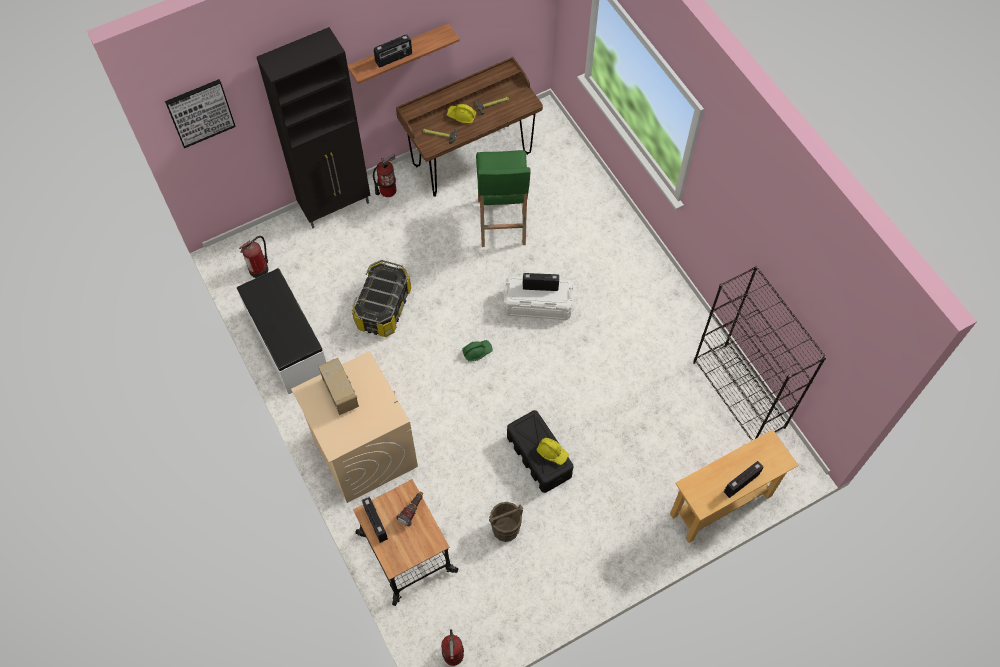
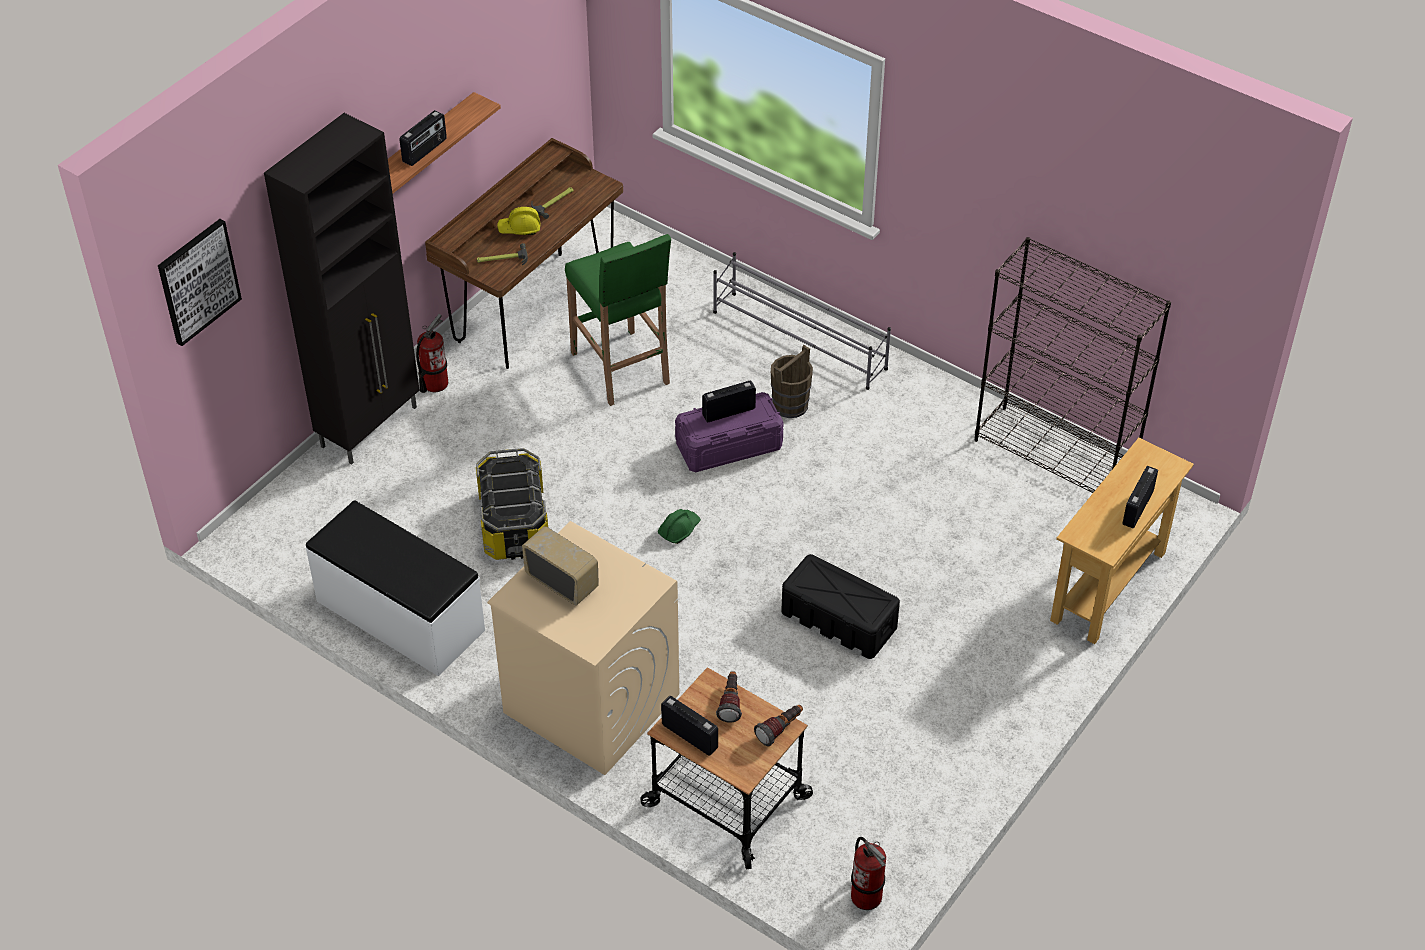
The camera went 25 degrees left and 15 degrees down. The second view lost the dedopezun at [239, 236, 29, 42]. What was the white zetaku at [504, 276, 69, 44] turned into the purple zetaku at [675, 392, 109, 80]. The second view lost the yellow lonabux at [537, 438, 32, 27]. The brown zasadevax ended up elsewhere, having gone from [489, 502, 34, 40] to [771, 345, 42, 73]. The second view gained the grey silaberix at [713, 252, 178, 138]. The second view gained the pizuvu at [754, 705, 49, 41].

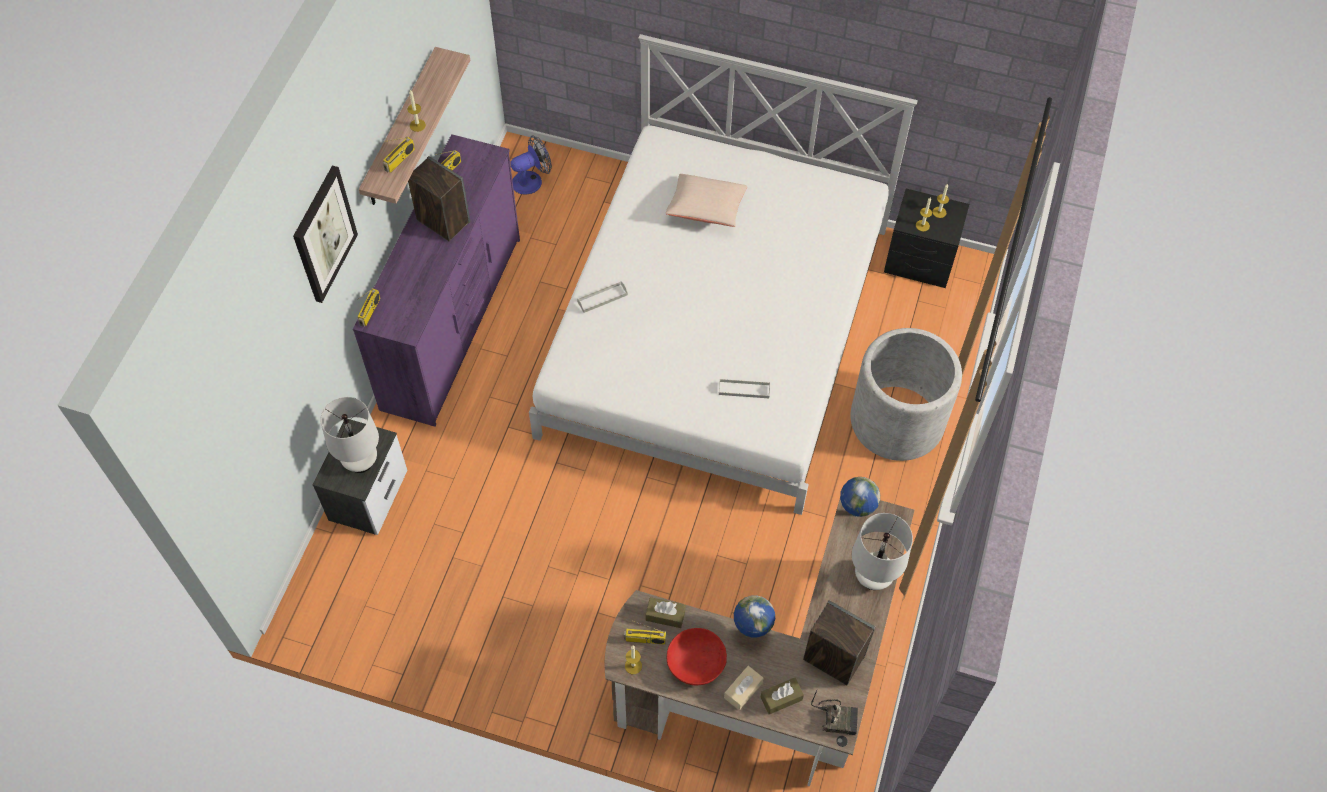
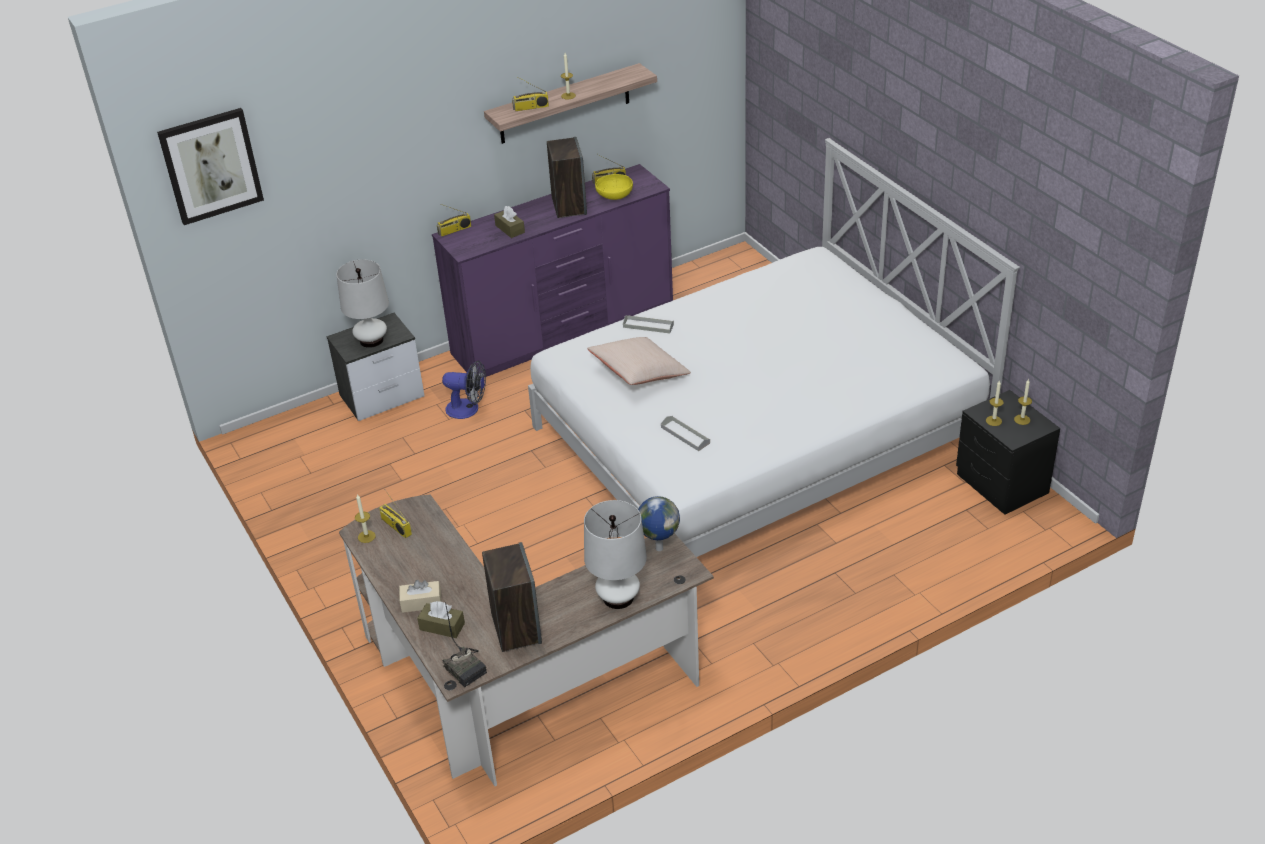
The camera went 45 degrees right and 20 degrees down. The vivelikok ended up elsewhere, having gone from [510, 135, 42, 60] to [442, 360, 44, 59]. The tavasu ended up elsewhere, having gone from [293, 165, 65, 138] to [157, 108, 107, 117]. The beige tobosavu ended up elsewhere, having gone from [666, 174, 82, 53] to [587, 337, 104, 48]. The second view lost the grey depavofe at [851, 328, 111, 133]. The second view lost the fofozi at [734, 595, 41, 42]. The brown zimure ended up elsewhere, having gone from [646, 597, 40, 31] to [494, 206, 31, 32]. The second view lost the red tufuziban at [667, 628, 60, 57]. The second view gained the yellow tufuziban at [595, 174, 38, 26].

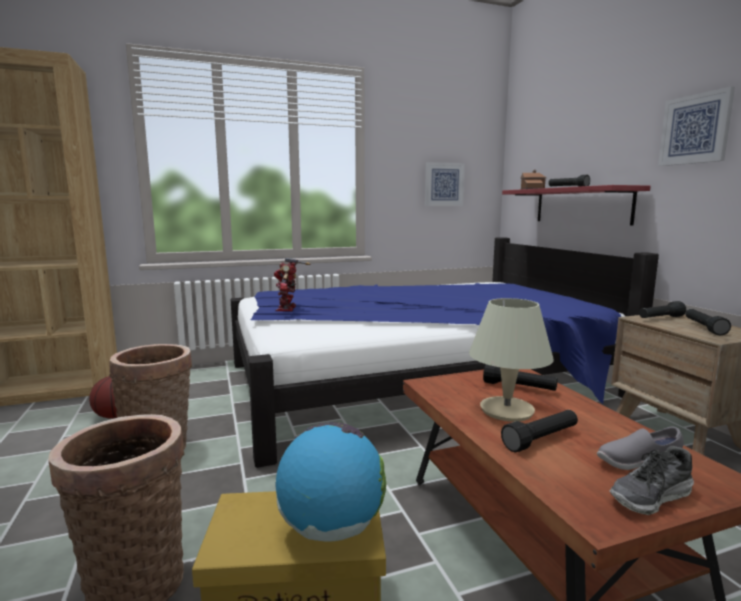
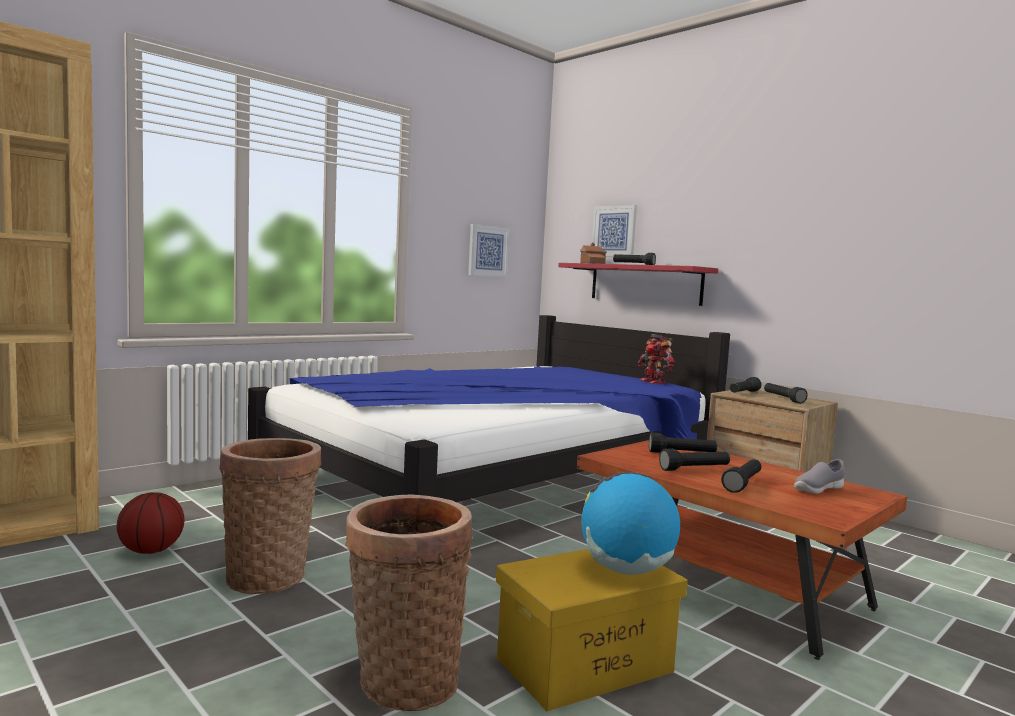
The camera went 25 degrees left and 5 degrees down. The tavasu ended up elsewhere, having gone from [658, 86, 77, 80] to [592, 205, 45, 52]. The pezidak ended up elsewhere, having gone from [274, 258, 36, 53] to [638, 334, 37, 50]. Where the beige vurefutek stood at [469, 298, 85, 124], the black pizuvu came to stand at [659, 449, 71, 22]. The second view lost the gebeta at [610, 446, 84, 69].

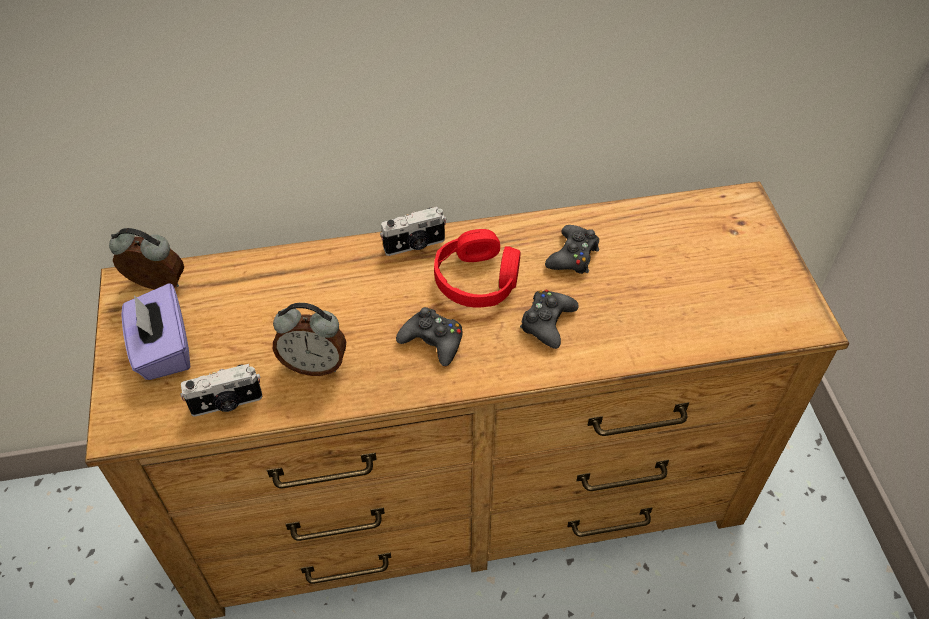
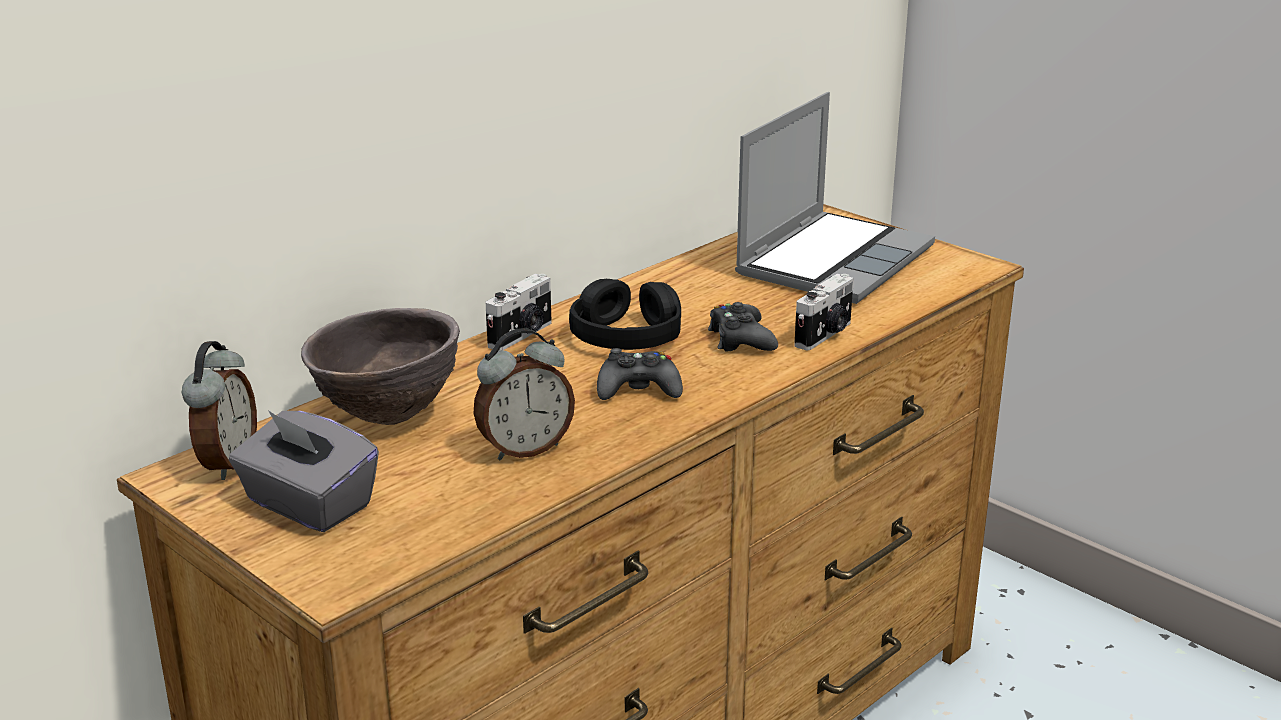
The camera went 35 degrees left and 25 degrees down. The second view lost the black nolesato at [545, 225, 54, 49]. The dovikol at [109, 228, 75, 62] ended up facing another way, 120 degrees clockwise from before. What was the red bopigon at [434, 229, 87, 79] turned into the black bopigon at [569, 279, 112, 71]. What was the purple zimure at [121, 283, 69, 97] turned into the grey zimure at [229, 410, 150, 122]. The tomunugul ended up elsewhere, having gone from [180, 364, 82, 53] to [794, 273, 60, 77]. The second view gained the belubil at [735, 92, 200, 212]. The second view gained the brown tufuziban at [301, 308, 159, 117].

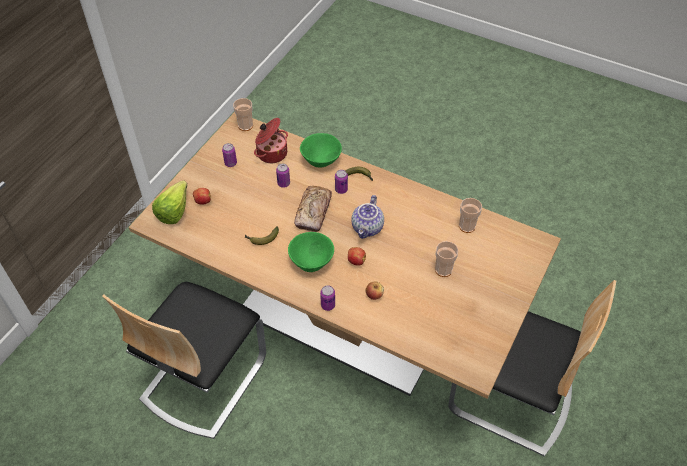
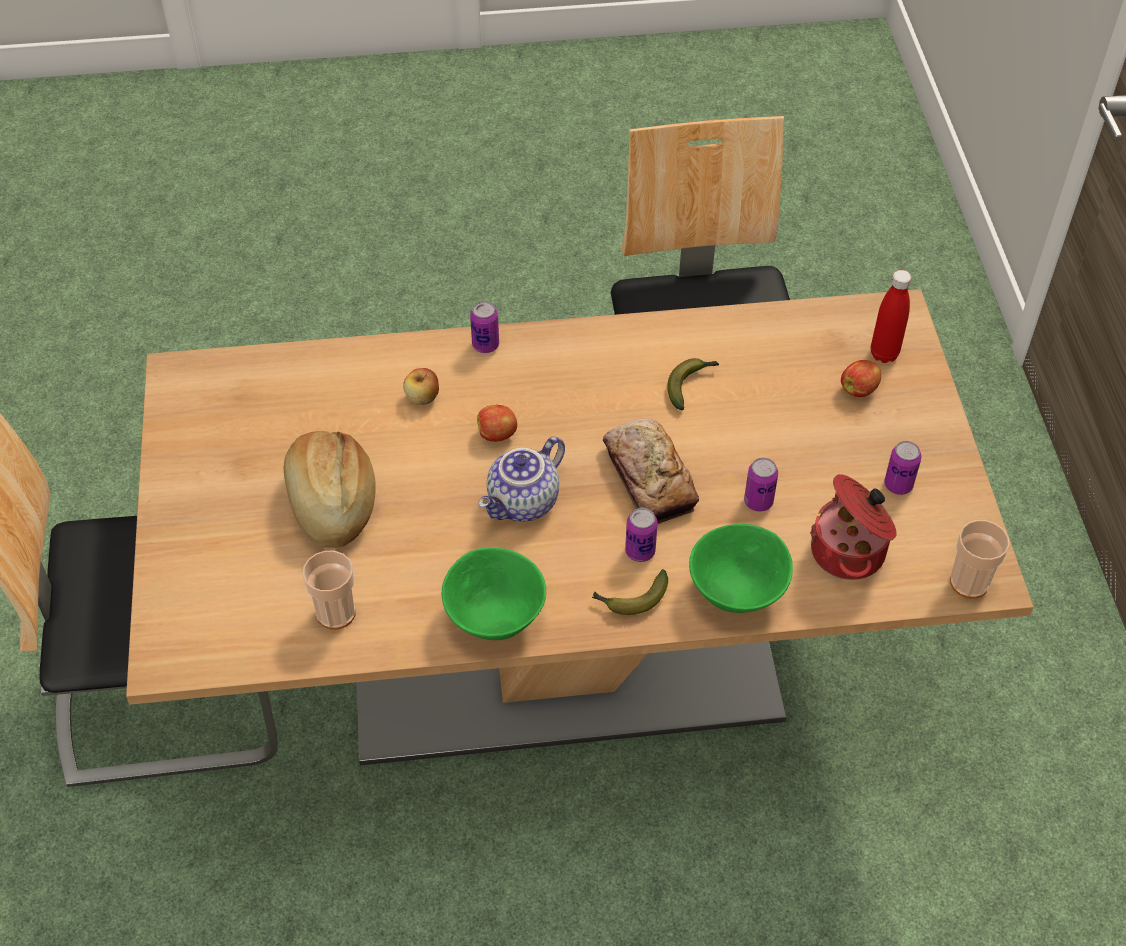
The camera went 145 degrees right and 0 degrees up. Where the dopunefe stood at [152, 180, 35, 44], the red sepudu came to stand at [871, 270, 40, 93]. The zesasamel at [351, 195, 33, 44] ended up facing another way, 120 degrees counterclockwise from before. The green tufuziban ended up elsewhere, having gone from [288, 232, 46, 40] to [442, 548, 104, 92]. Where the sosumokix stood at [435, 241, 24, 36], the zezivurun came to stand at [284, 431, 92, 117].

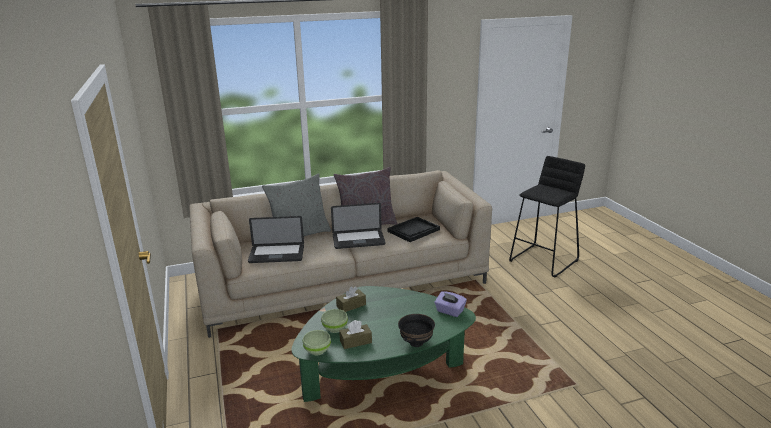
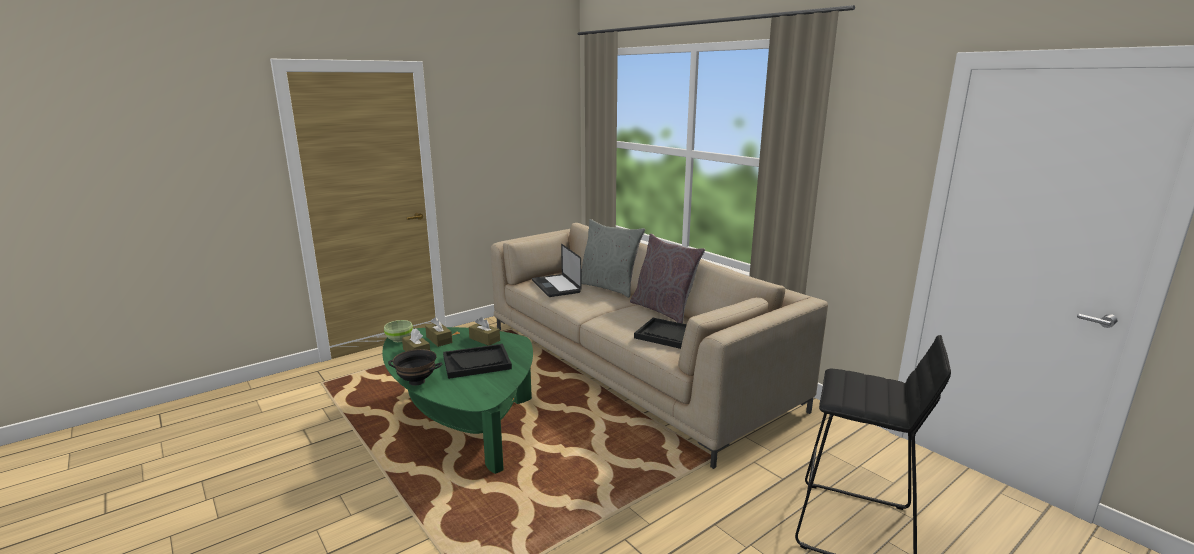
The camera went 70 degrees right and 5 degrees down. The second view lost the belubil at [331, 203, 55, 46]. The second view lost the purple zimure at [434, 291, 33, 26]. Where the green tufuziban stood at [321, 309, 27, 24], the brown zimure came to stand at [425, 317, 27, 30]. The second view gained the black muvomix at [443, 344, 69, 35].

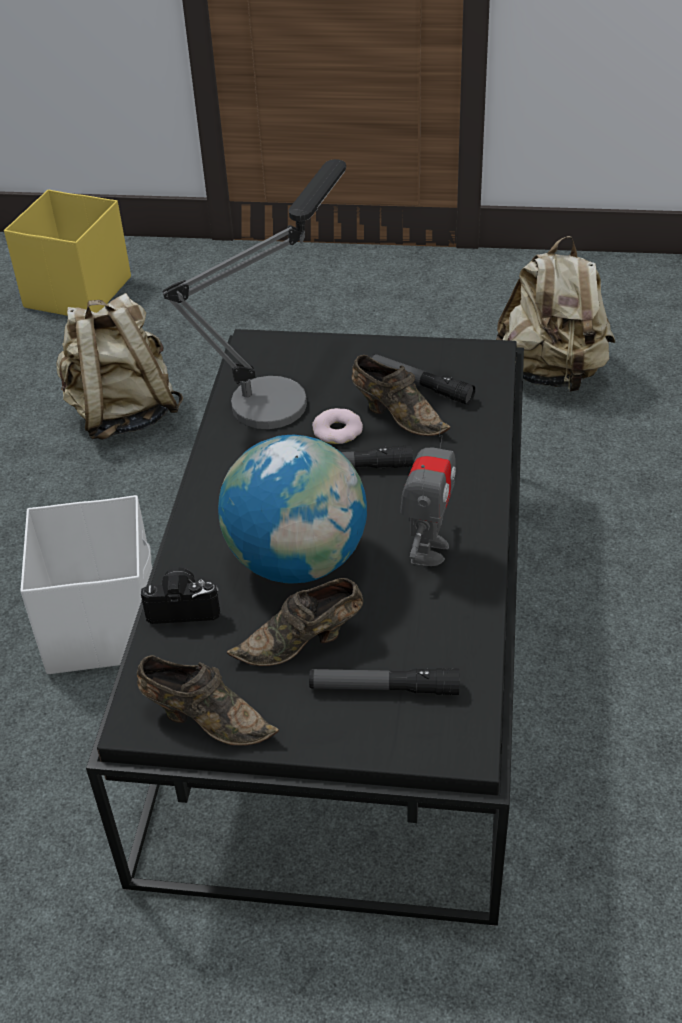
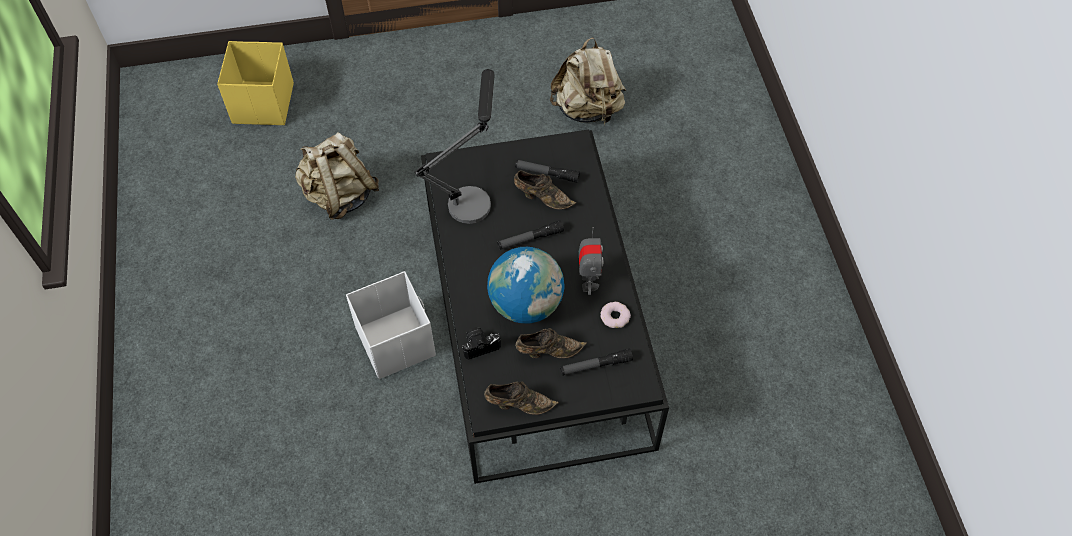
The camera went 20 degrees left and 15 degrees up. The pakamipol ended up elsewhere, having gone from [312, 408, 51, 36] to [600, 302, 31, 26]. The brown gebeta at [227, 578, 136, 88] ended up facing another way, 150 degrees counterclockwise from before.

